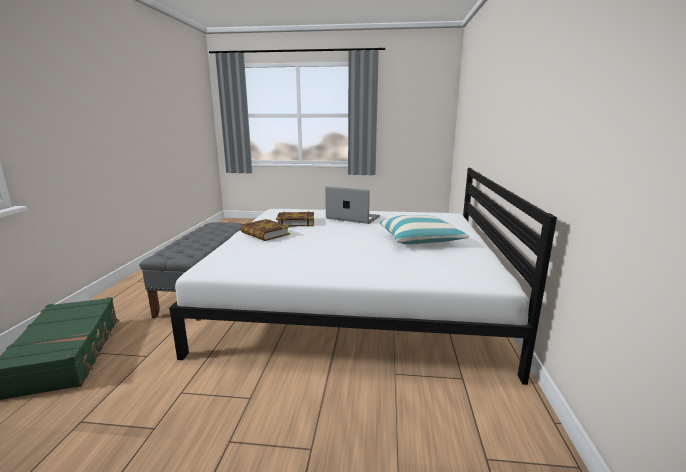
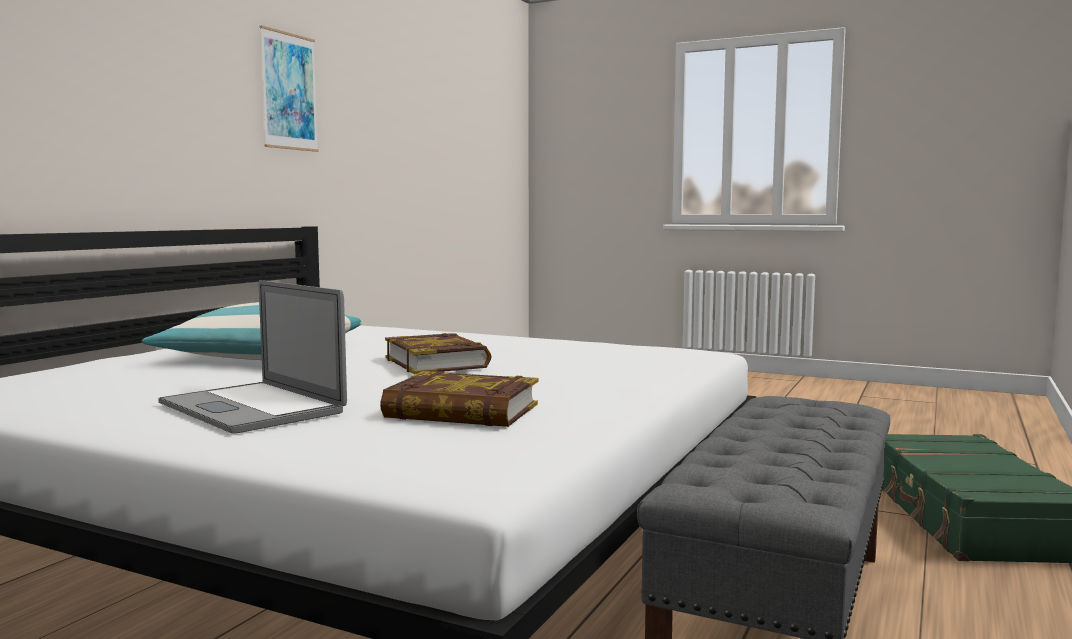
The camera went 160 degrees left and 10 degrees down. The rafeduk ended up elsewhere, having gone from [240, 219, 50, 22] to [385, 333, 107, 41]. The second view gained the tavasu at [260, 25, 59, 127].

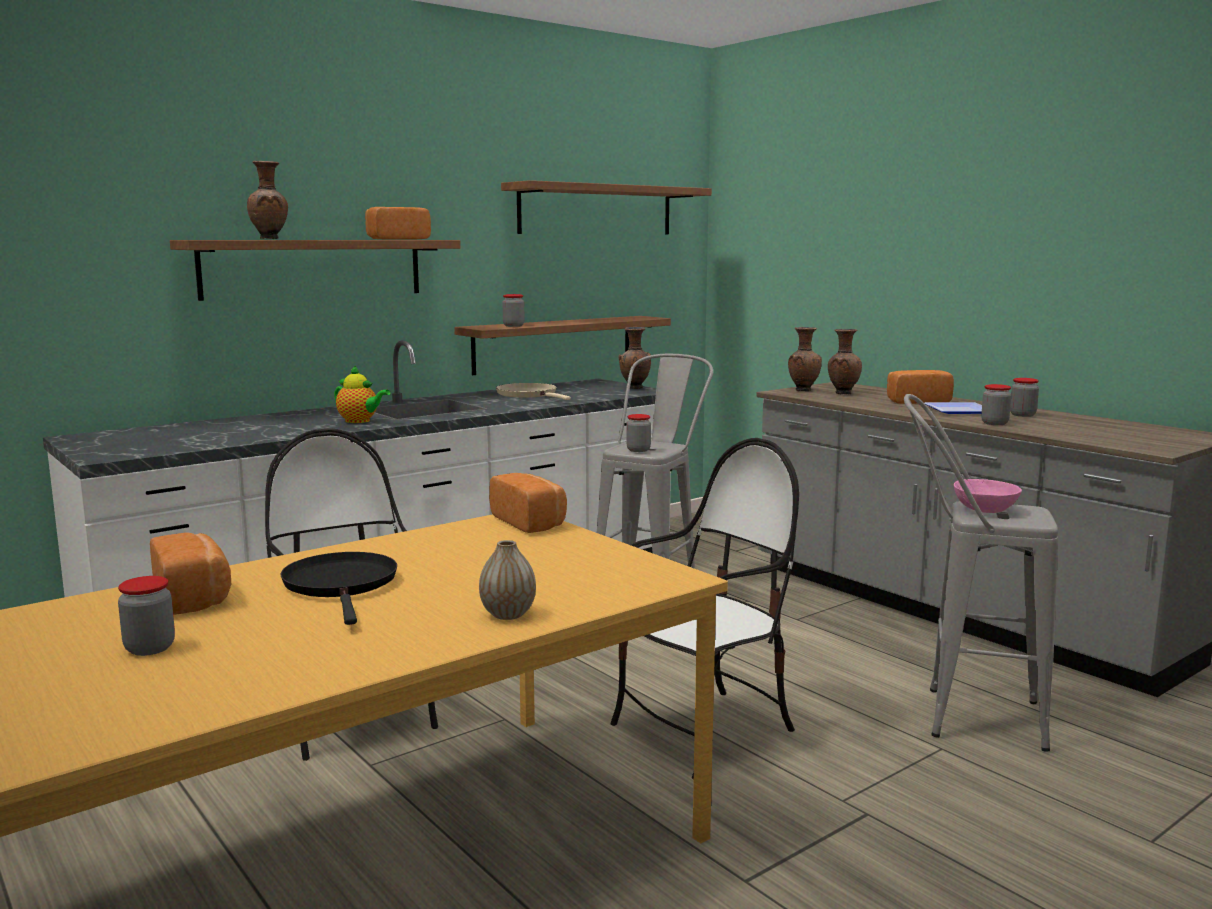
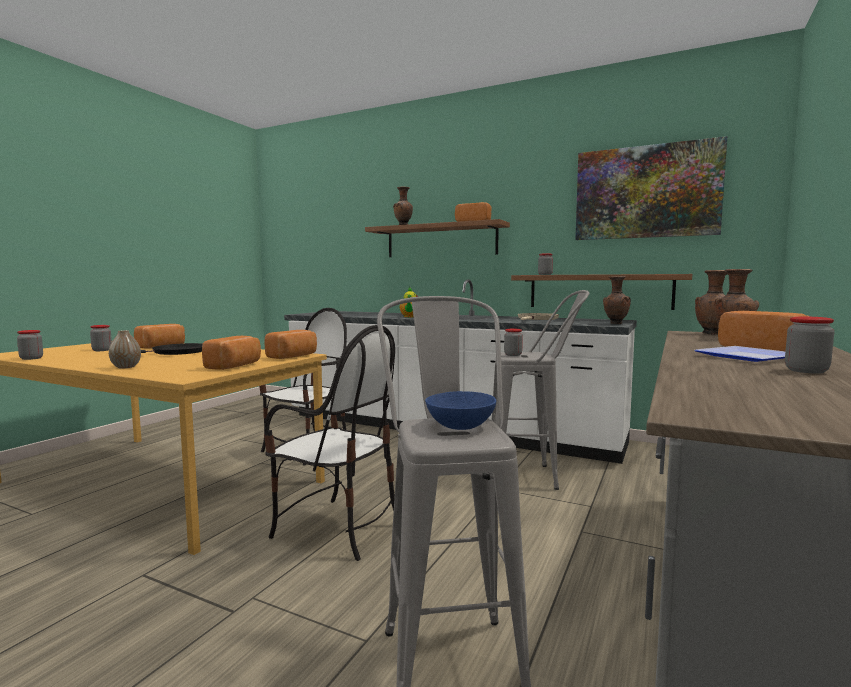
The camera went 65 degrees right and 5 degrees down. Where the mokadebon hung at [501, 180, 211, 55], the tavasu came to hang at [575, 136, 152, 104]. The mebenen ended up elsewhere, having gone from [981, 384, 30, 41] to [17, 330, 26, 30]. What was the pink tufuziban at [954, 479, 68, 34] turned into the blue tufuziban at [425, 391, 71, 39]. The second view gained the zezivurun at [202, 336, 59, 34].

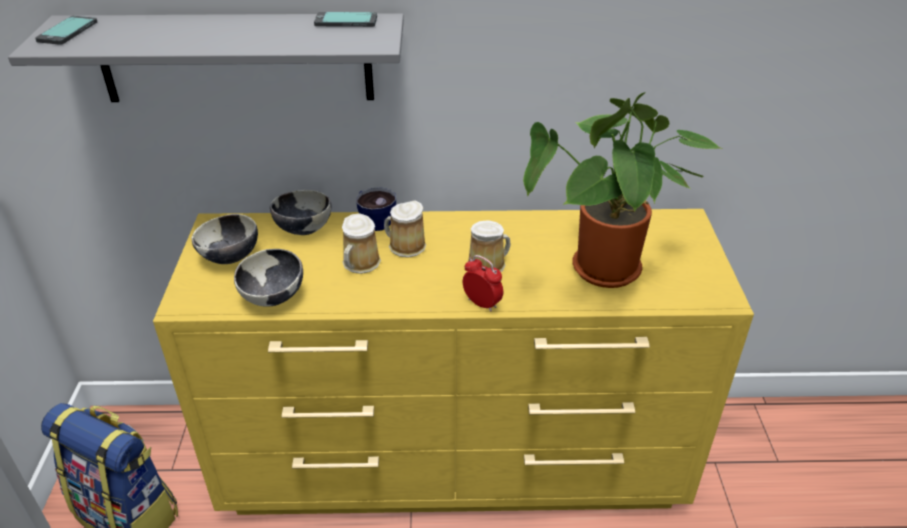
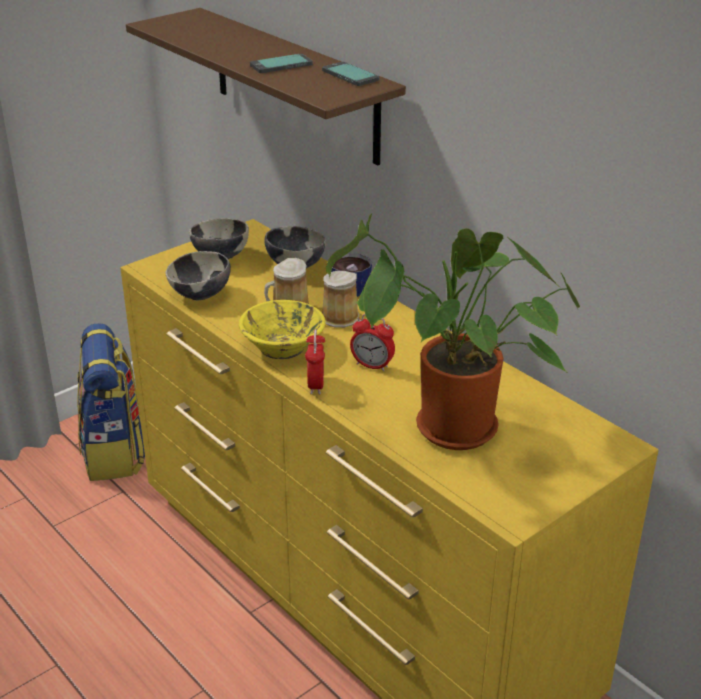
The camera went 50 degrees right and 5 degrees down. What was the grey mokadebon at [8, 13, 396, 89] turned into the brown mokadebon at [126, 8, 280, 157]. The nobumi ended up elsewhere, having gone from [35, 16, 62, 29] to [250, 54, 63, 19]. Where the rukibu stood at [468, 220, 43, 52], the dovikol came to stand at [350, 314, 45, 58]. The second view gained the yellow tufuziban at [239, 300, 87, 59].

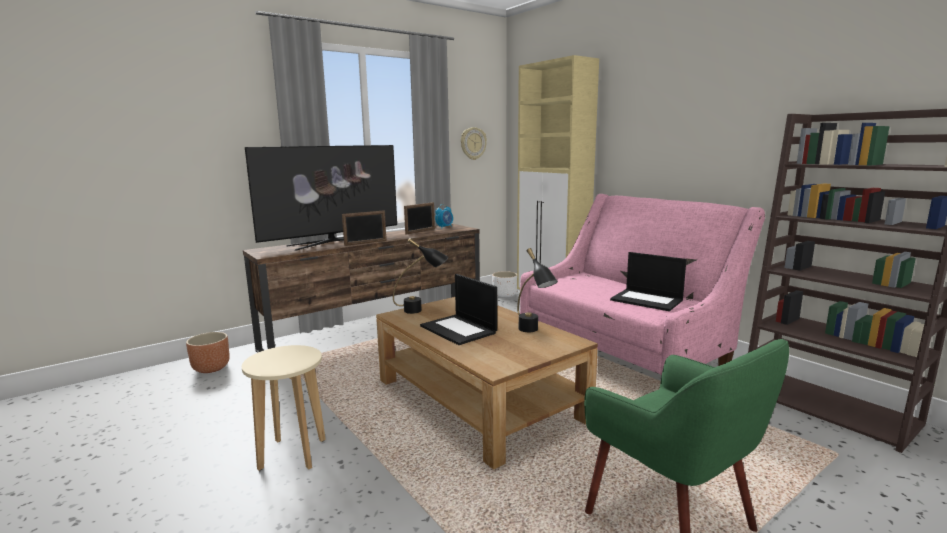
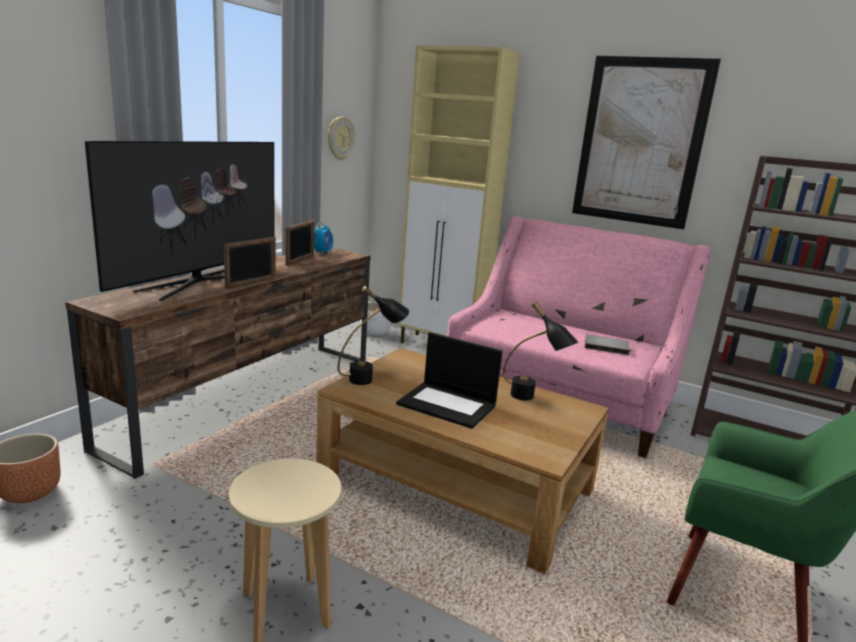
The camera went 25 degrees left and 5 degrees up. Where the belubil stood at [610, 252, 77, 59], the grey rafeduk came to stand at [585, 335, 44, 20]. The second view gained the tavasu at [572, 56, 149, 173].

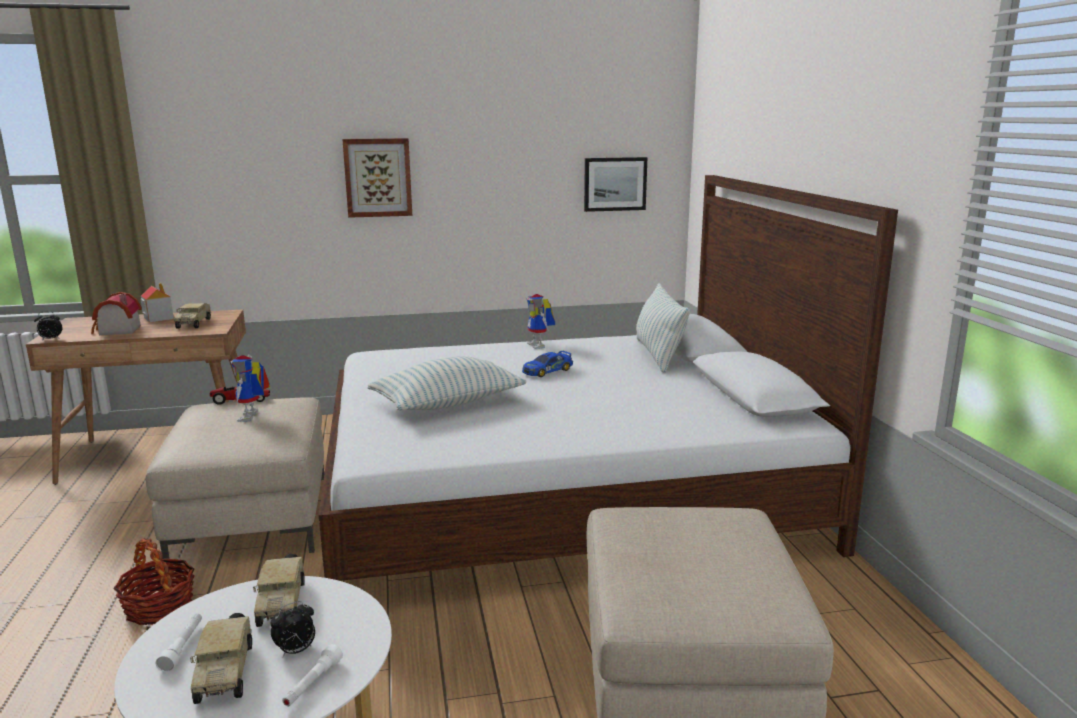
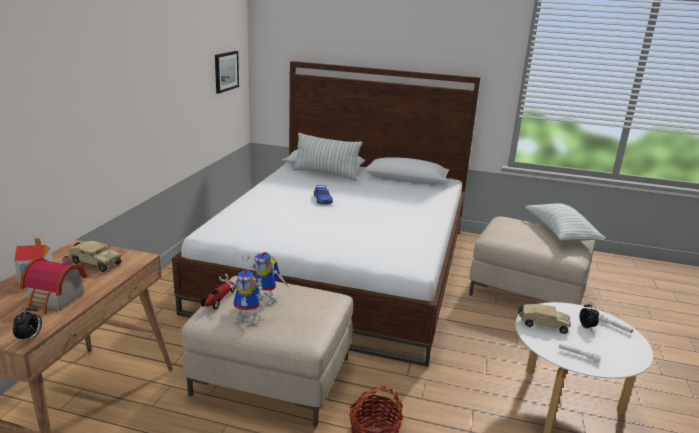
The camera went 65 degrees left and 5 degrees up. The second view lost the tavasu at [342, 138, 70, 80]. The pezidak ended up elsewhere, having gone from [526, 294, 29, 55] to [219, 269, 57, 55]. The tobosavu ended up elsewhere, having gone from [368, 356, 159, 54] to [525, 203, 81, 38]. The second view lost the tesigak at [190, 613, 62, 91].

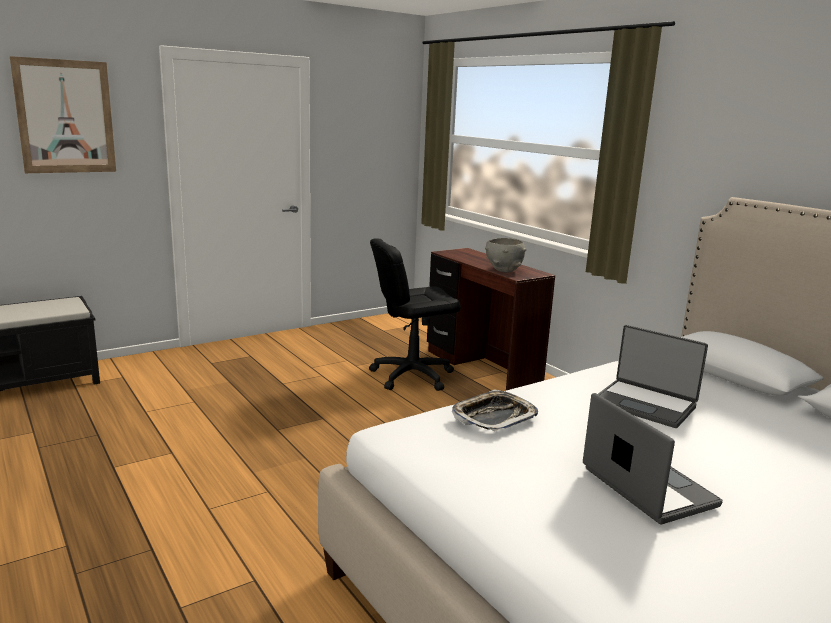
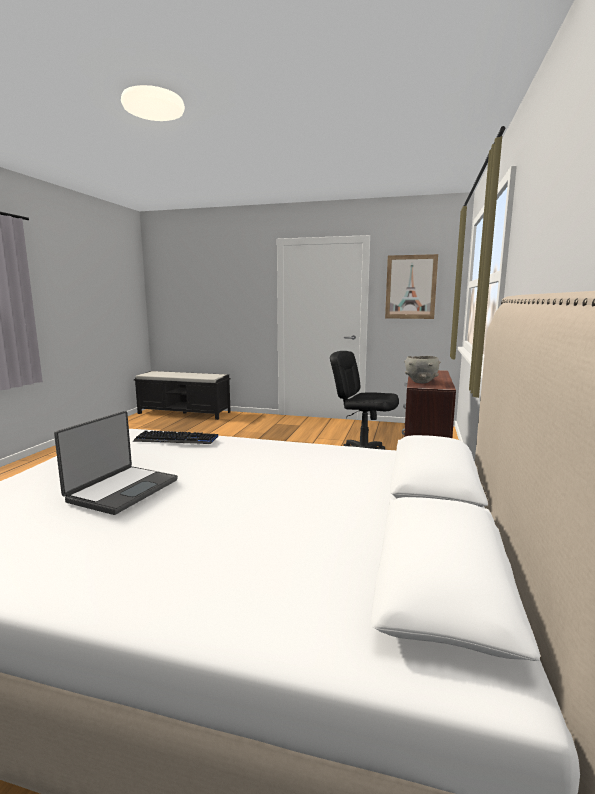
The camera went 50 degrees right and 5 degrees down. The tavasu ended up elsewhere, having gone from [10, 56, 106, 117] to [385, 254, 53, 65]. The second view lost the belubil at [598, 325, 110, 103]. Where the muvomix stood at [452, 389, 86, 43], the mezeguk came to stand at [133, 430, 85, 14].

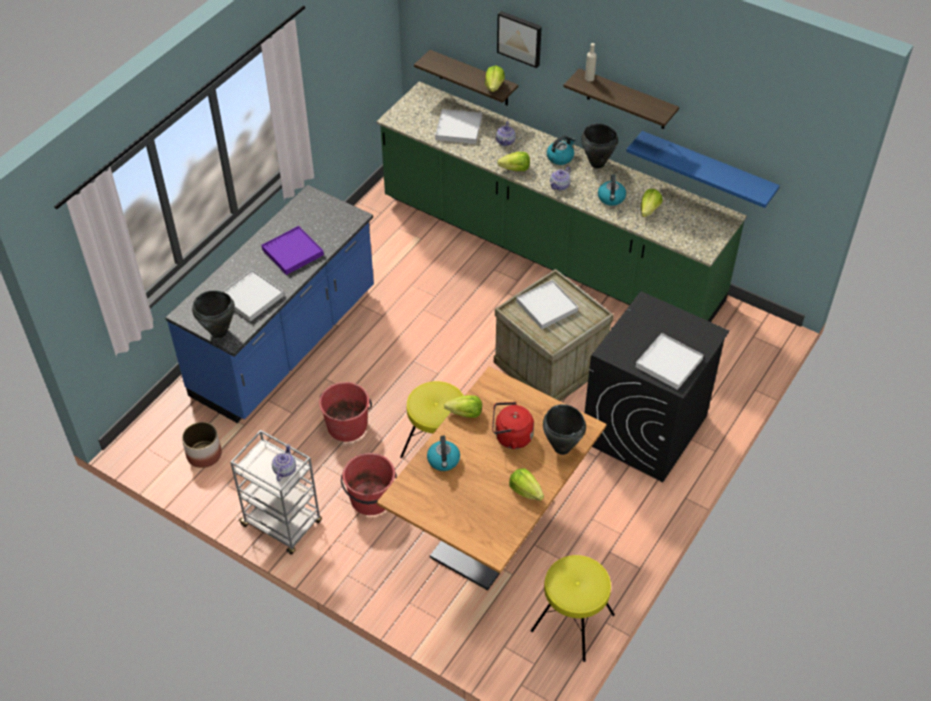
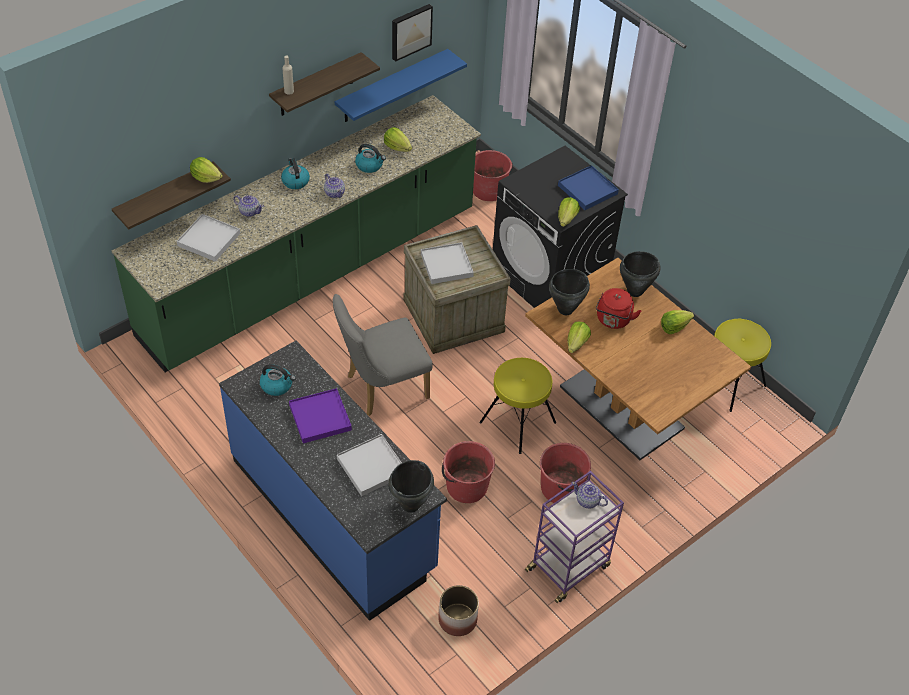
The camera went 75 degrees left and 0 degrees up. The tavasu ended up elsewhere, having gone from [497, 11, 45, 57] to [392, 4, 41, 58]. The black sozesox ended up elsewhere, having gone from [581, 123, 37, 45] to [549, 269, 41, 46]. The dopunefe ended up elsewhere, having gone from [497, 152, 33, 19] to [558, 197, 22, 30]. What was the white muvomix at [636, 333, 67, 57] turned into the blue muvomix at [558, 165, 61, 45]. What was the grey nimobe at [230, 430, 92, 125] turned into the purple nimobe at [525, 471, 99, 132]. The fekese ended up elsewhere, having gone from [427, 436, 33, 35] to [260, 364, 36, 32]. The second view gained the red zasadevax at [473, 150, 40, 51]. The second view gained the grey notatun at [333, 294, 100, 122].

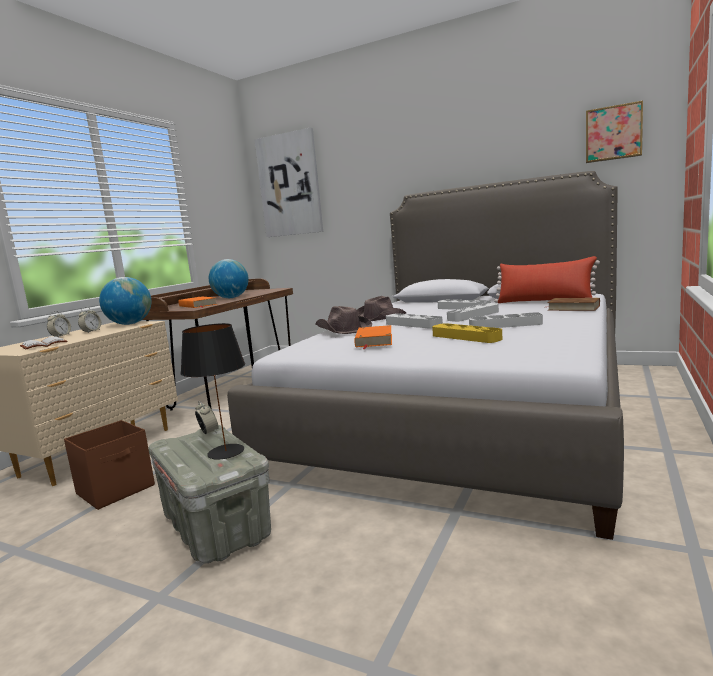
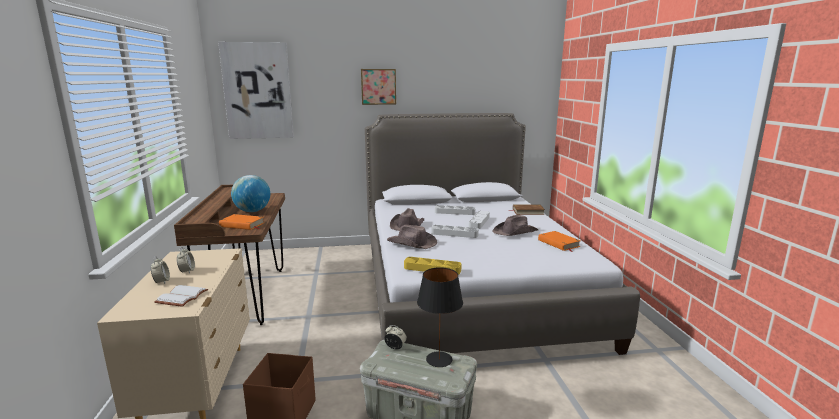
The camera went 35 degrees left and 5 degrees up. The tavasu ended up elsewhere, having gone from [586, 101, 57, 62] to [361, 69, 35, 36]. The second view lost the red tobosavu at [494, 256, 106, 47]. The second view lost the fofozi at [99, 277, 53, 48]. Where the grey muvomix stood at [469, 312, 74, 16], the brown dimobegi came to stand at [493, 215, 45, 21]. The yellow muvomix ended up elsewhere, having gone from [432, 323, 71, 20] to [404, 257, 58, 18]. The orange rafeduk ended up elsewhere, having gone from [354, 325, 38, 24] to [538, 231, 43, 21].

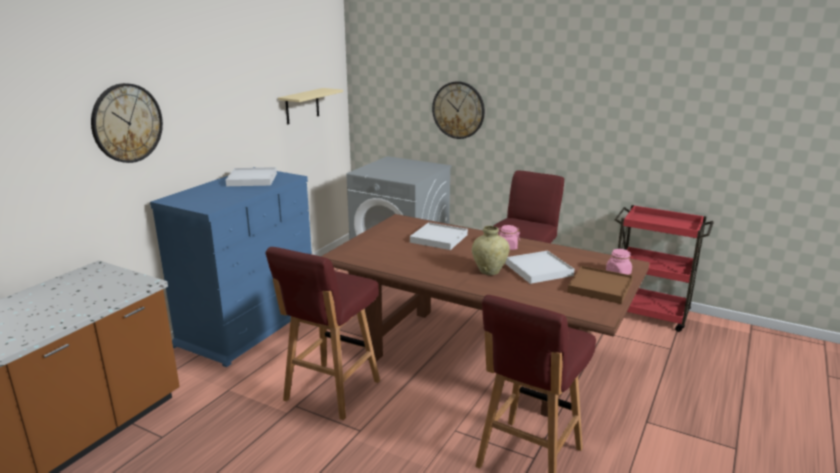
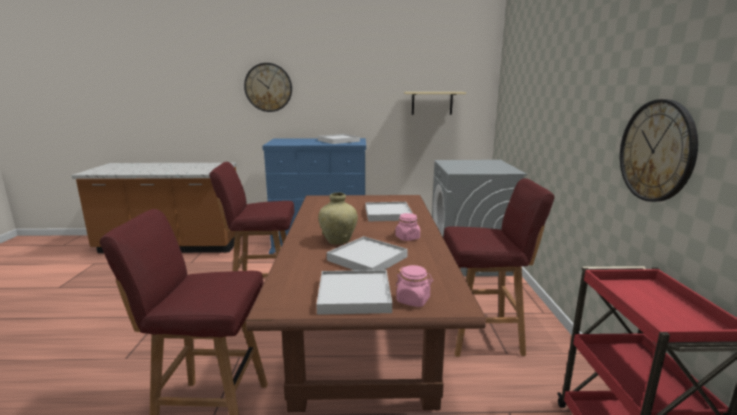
The camera went 60 degrees right and 5 degrees down. The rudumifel ended up elsewhere, having gone from [432, 81, 53, 58] to [620, 99, 78, 103]. What was the brown muvomix at [567, 266, 66, 38] turned into the white muvomix at [316, 270, 76, 45].

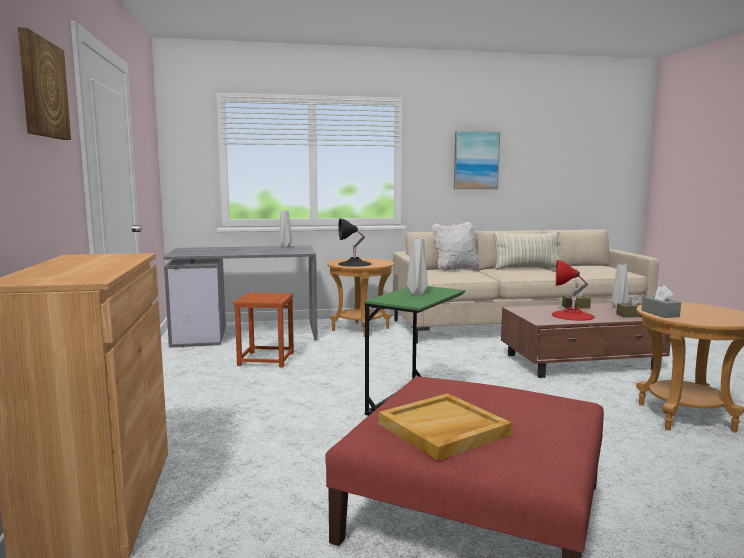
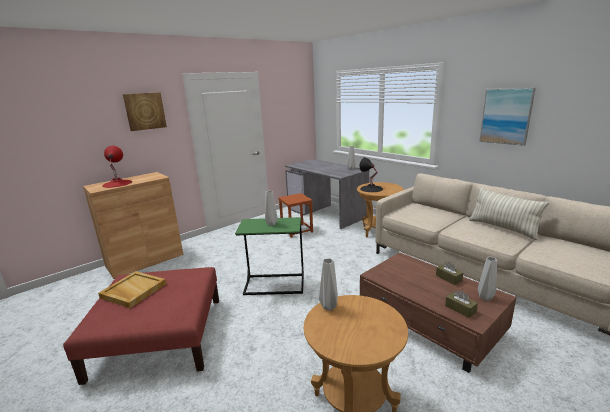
The camera went 60 degrees right and 10 degrees up. The second view lost the white tobosavu at [432, 222, 48, 50]. The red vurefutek ended up elsewhere, having gone from [551, 260, 44, 61] to [102, 146, 30, 42]. Where the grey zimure stood at [641, 286, 40, 32], the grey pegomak came to stand at [319, 258, 19, 53].

